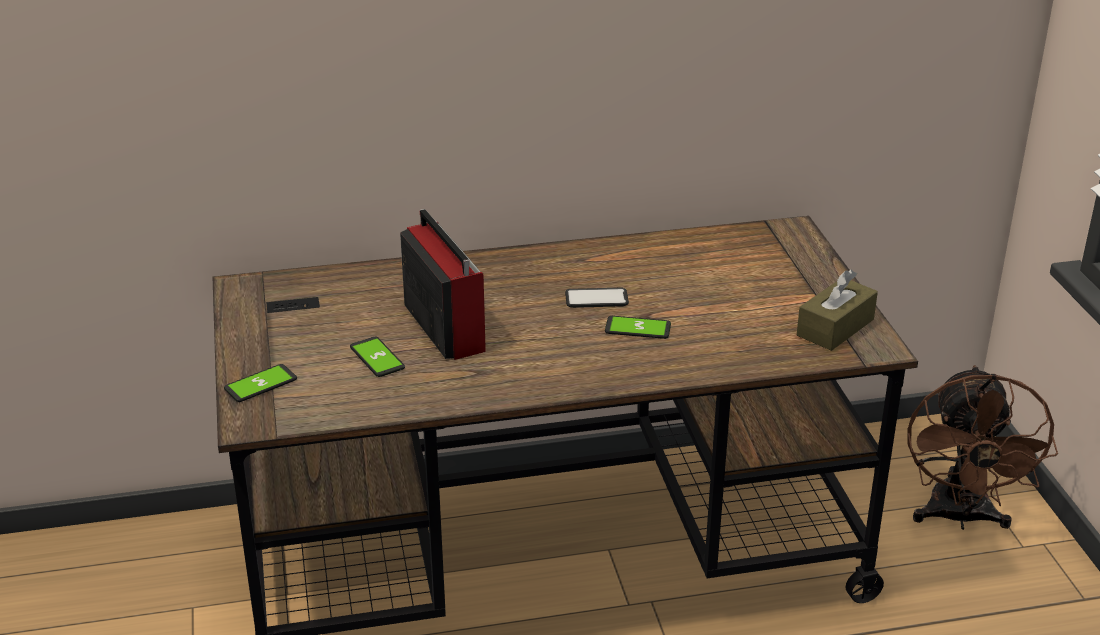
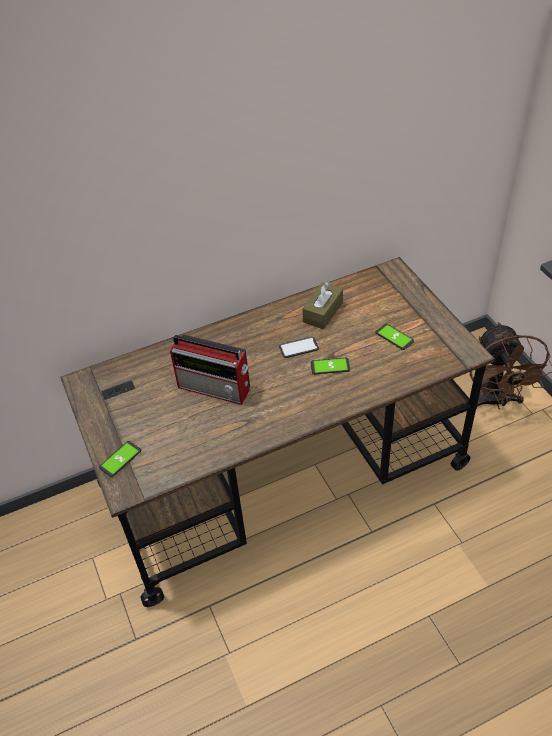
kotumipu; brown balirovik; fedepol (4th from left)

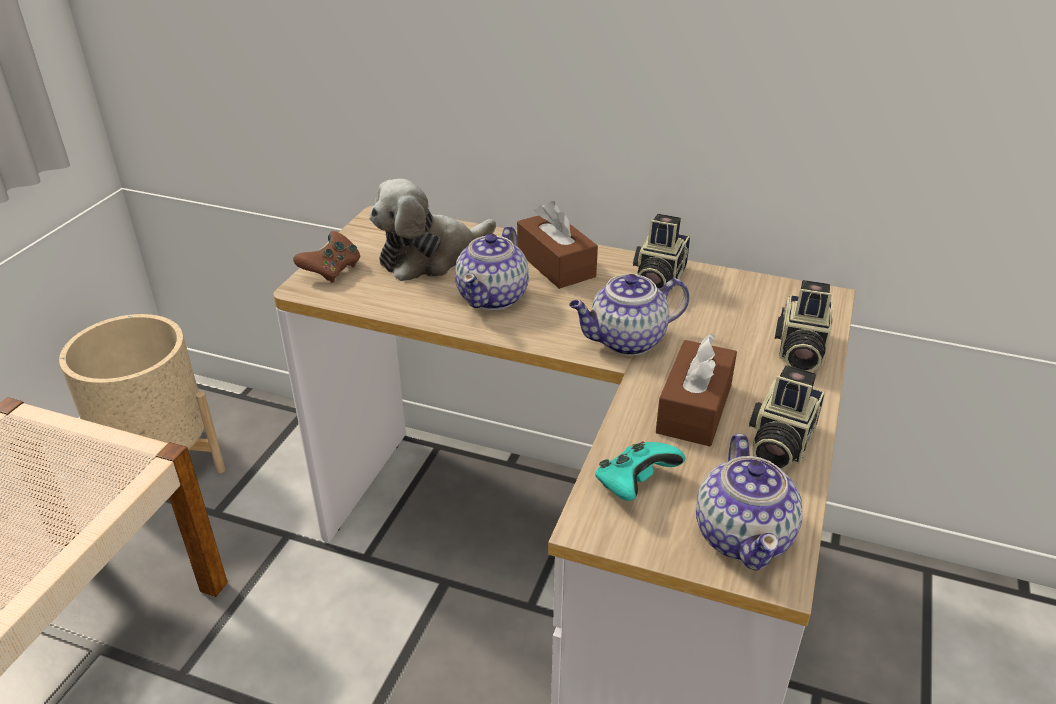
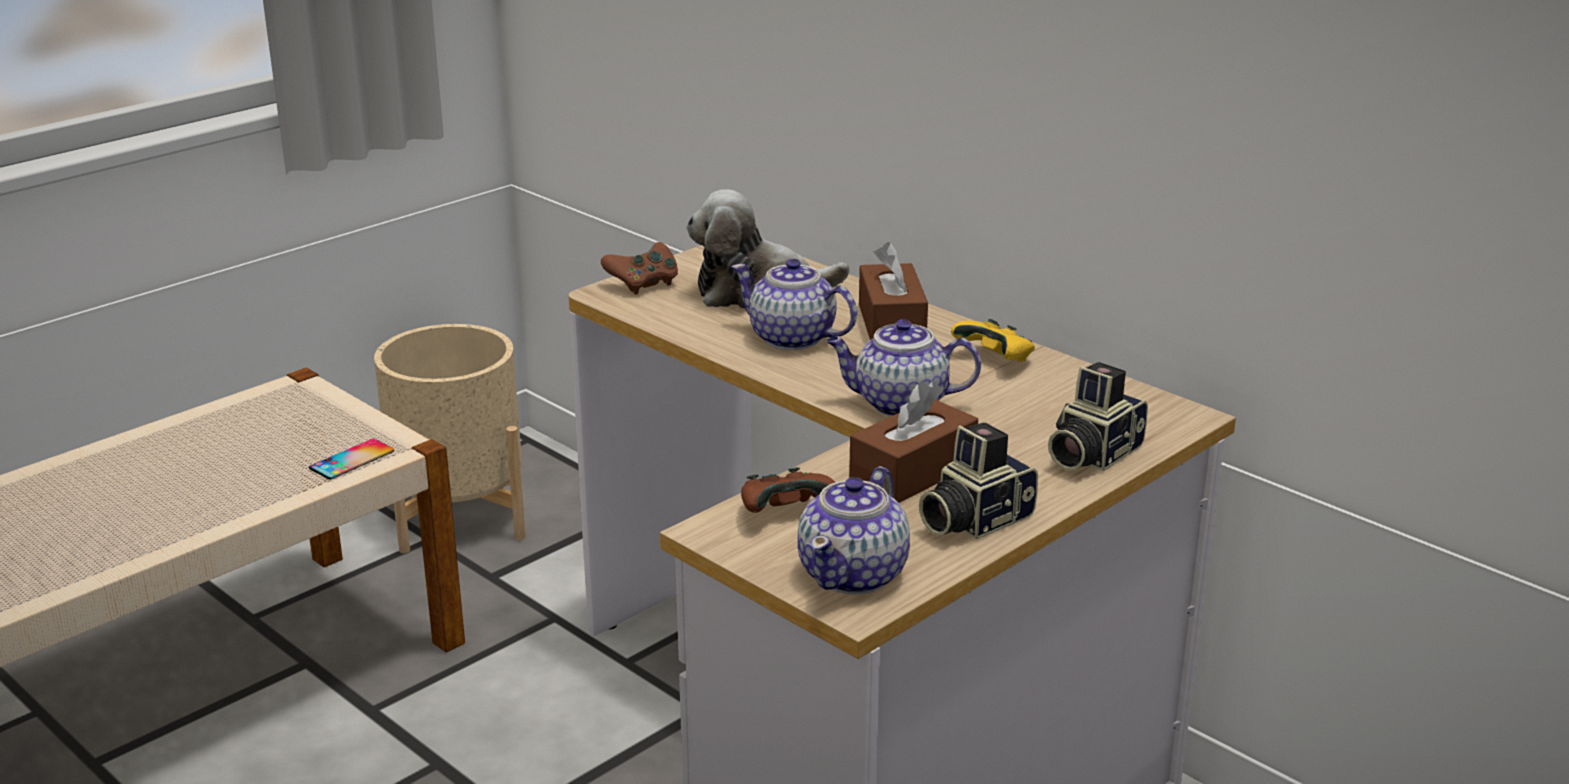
fedepol; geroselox (1st from left); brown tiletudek (2nd from left); yellow tiletudek

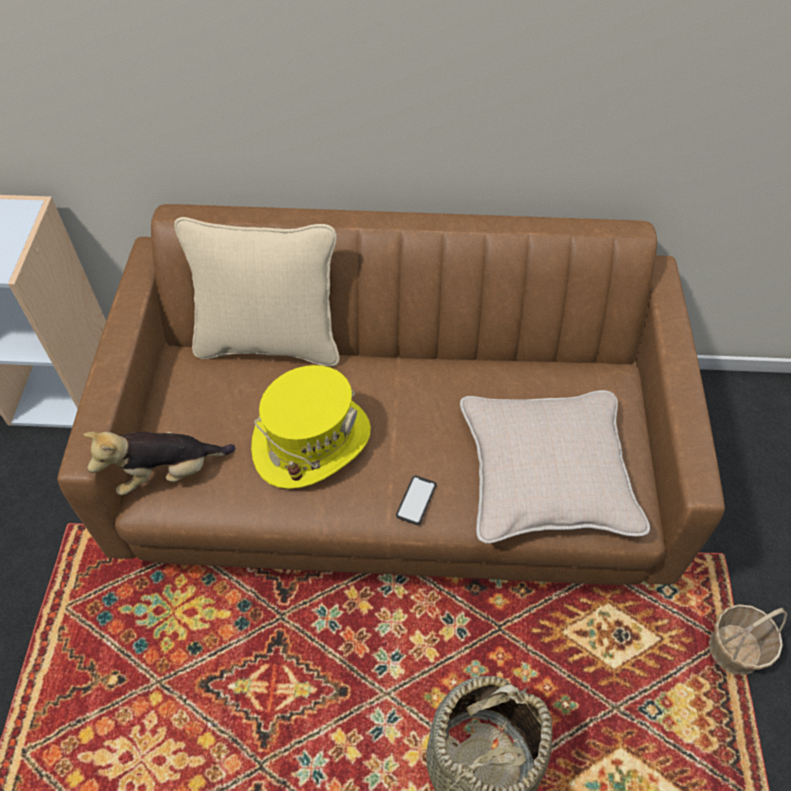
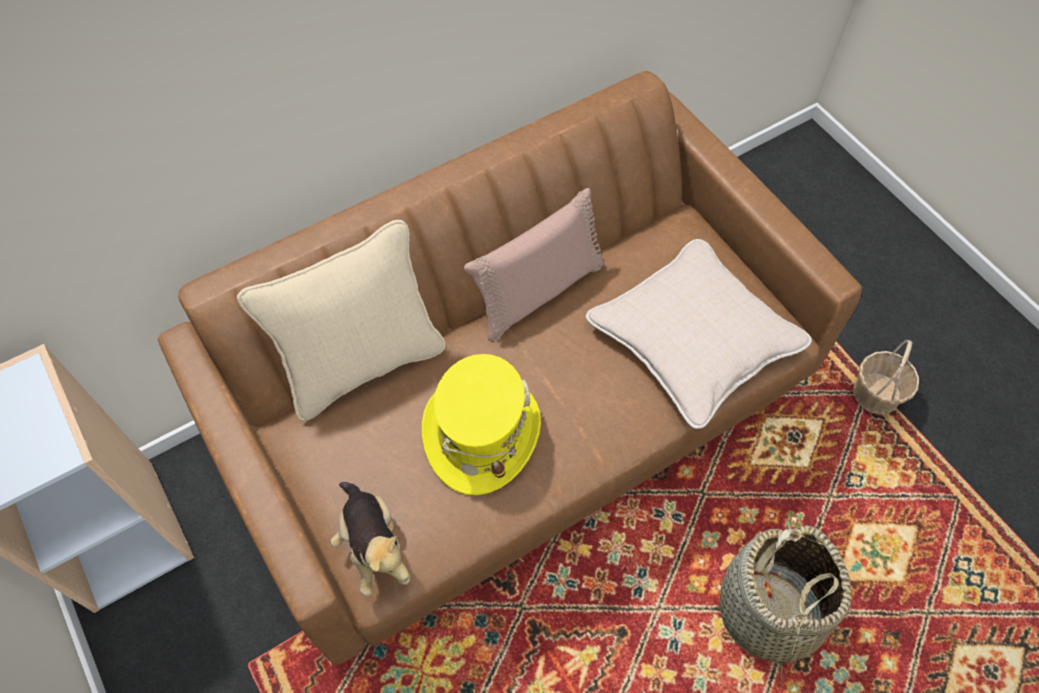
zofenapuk; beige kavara (2nd from left); fedepol

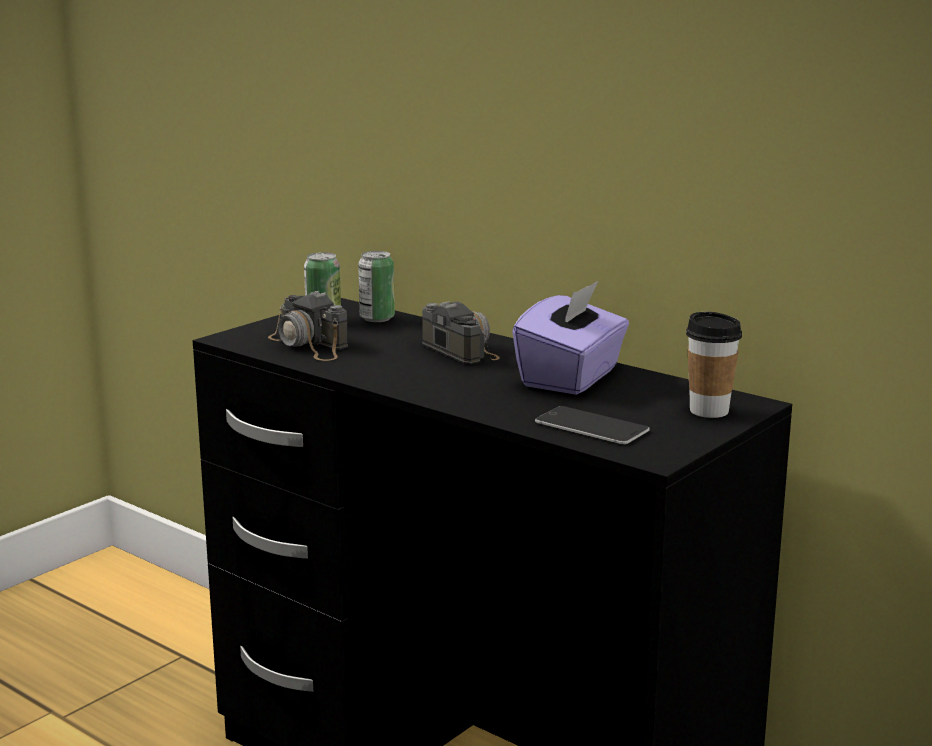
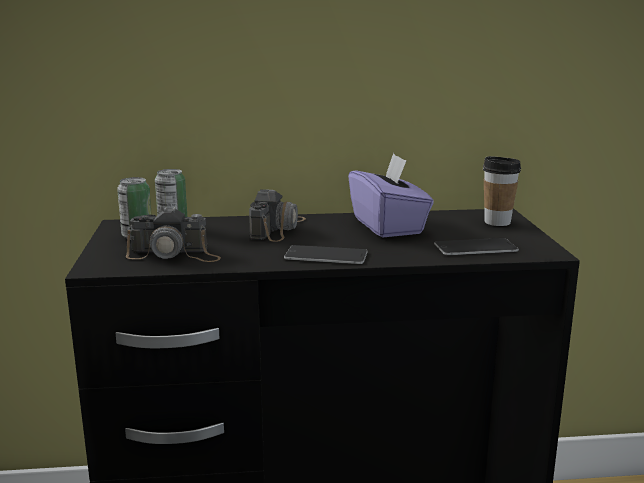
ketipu (2nd from left); fedepol (1st from left)

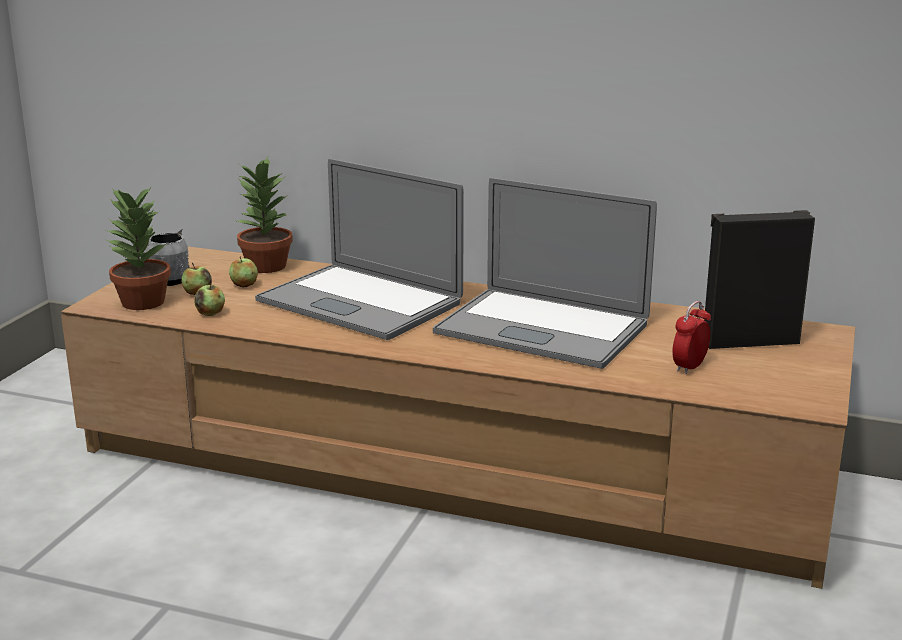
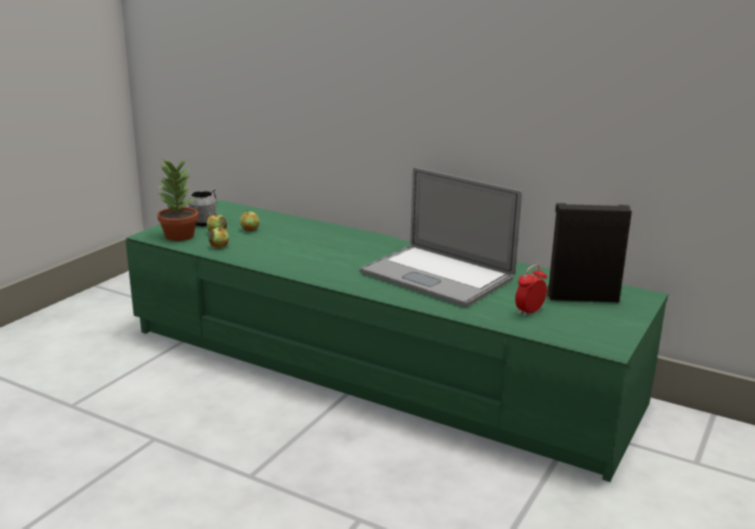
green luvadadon; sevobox (2nd from left in the first image); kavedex (1st from left in the first image)

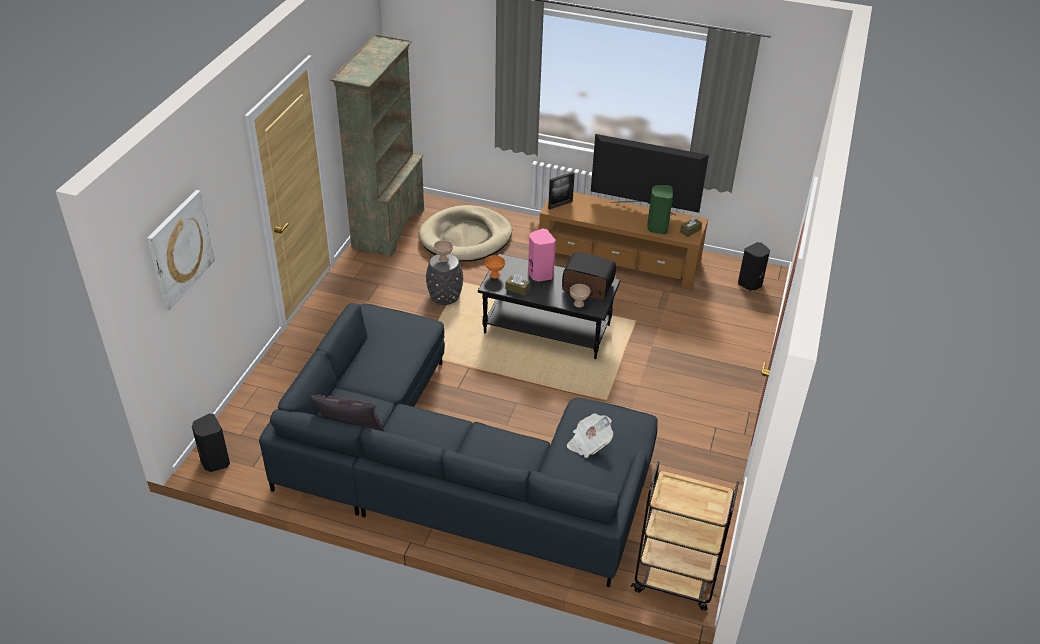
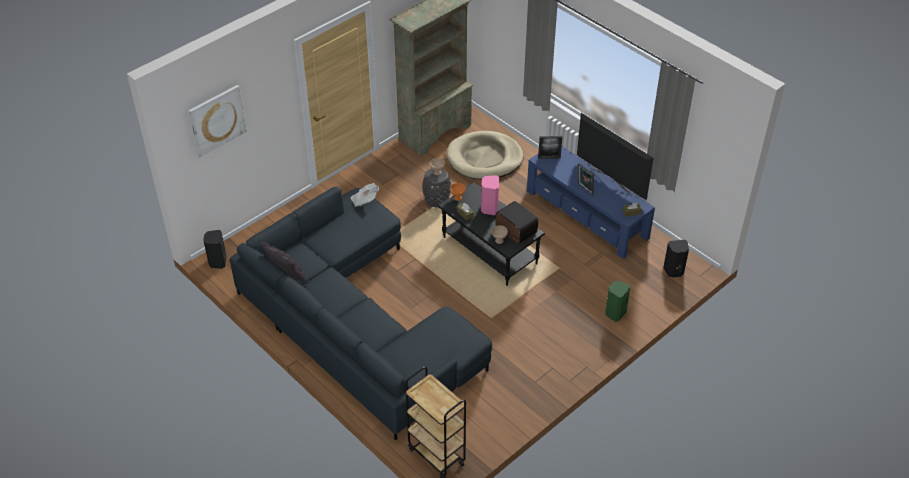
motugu; blue luvadadon; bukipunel (2nd from left); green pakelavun

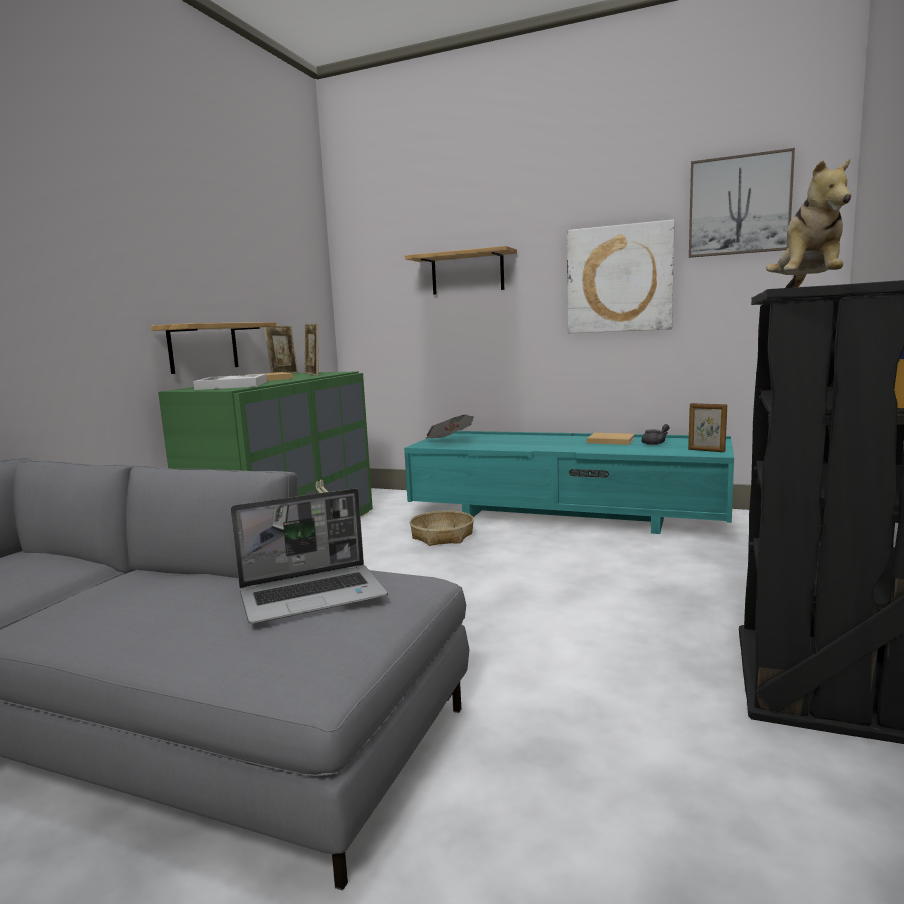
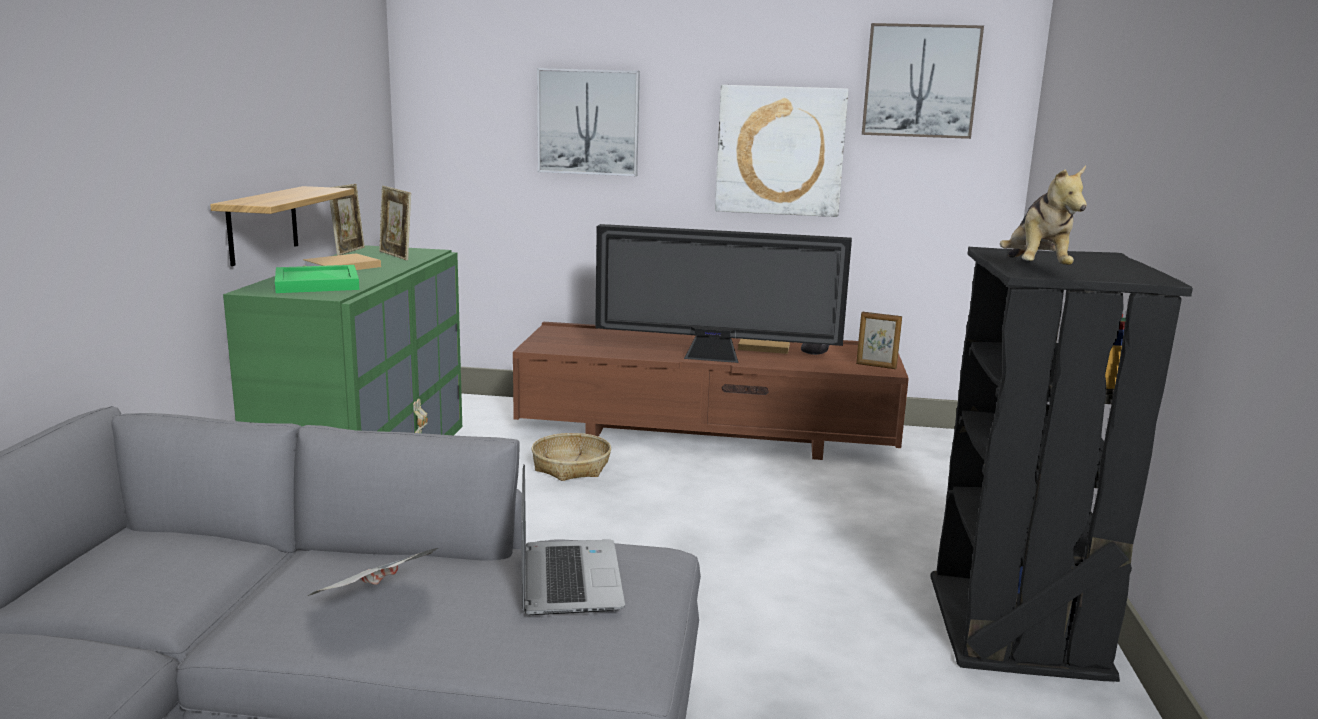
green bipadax; motugu; brown luvadadon; kavedex; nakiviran (1st from left); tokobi

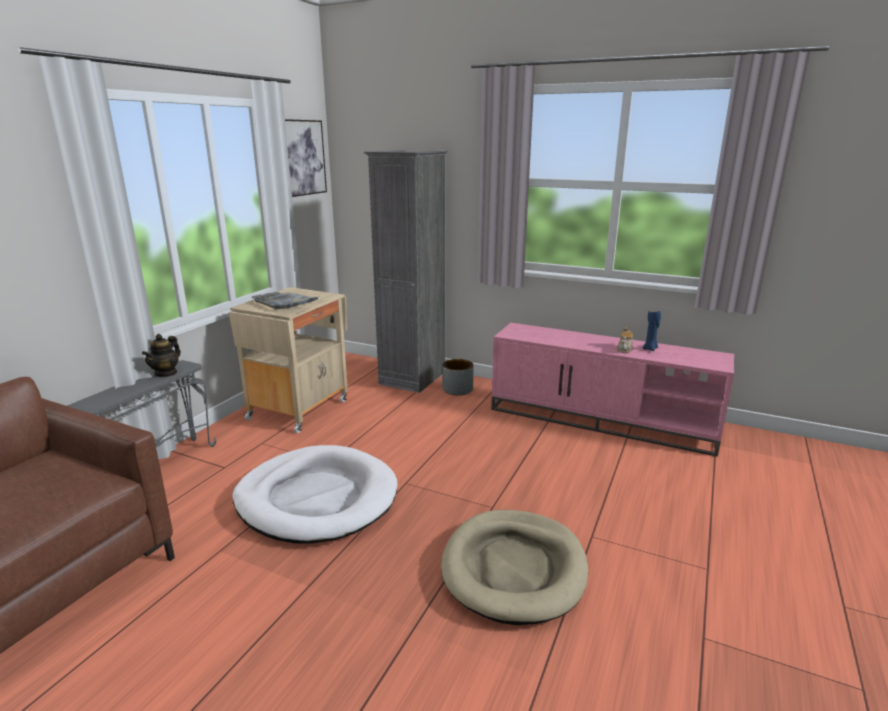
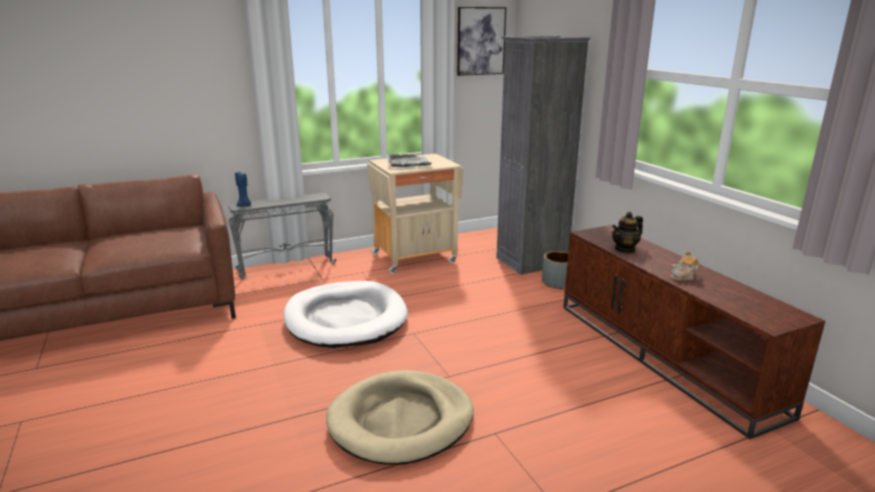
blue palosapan; brown luvadadon; geroselox (1st from left)

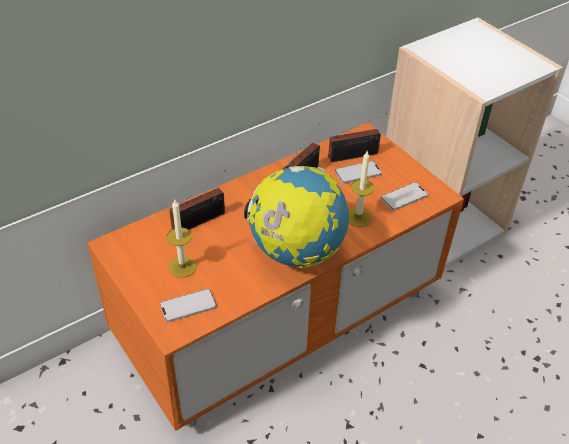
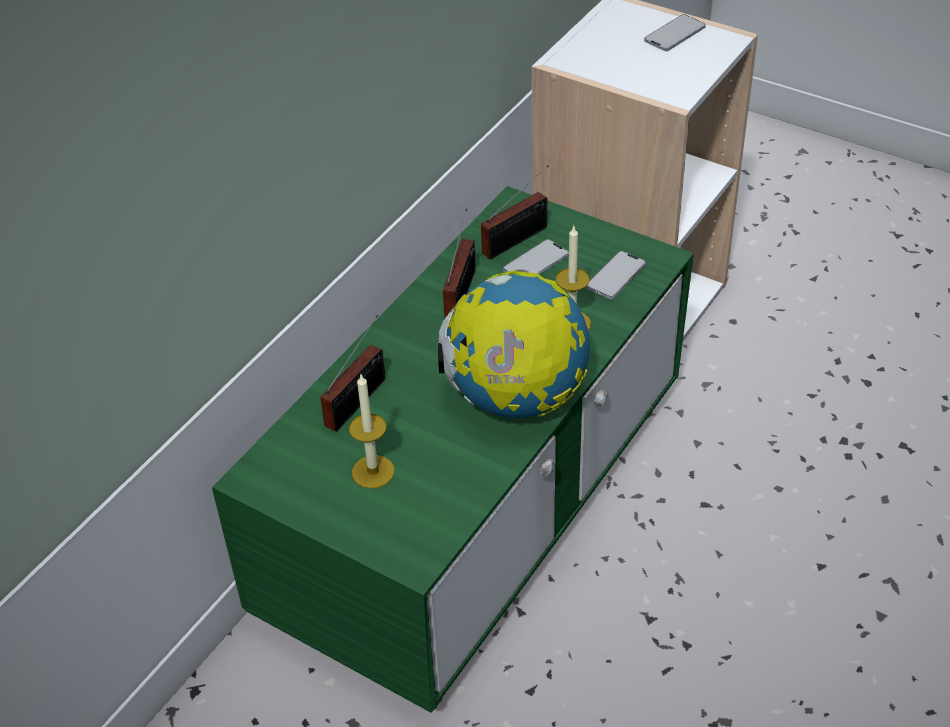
green luvadadon; fedepol (3rd from left)

